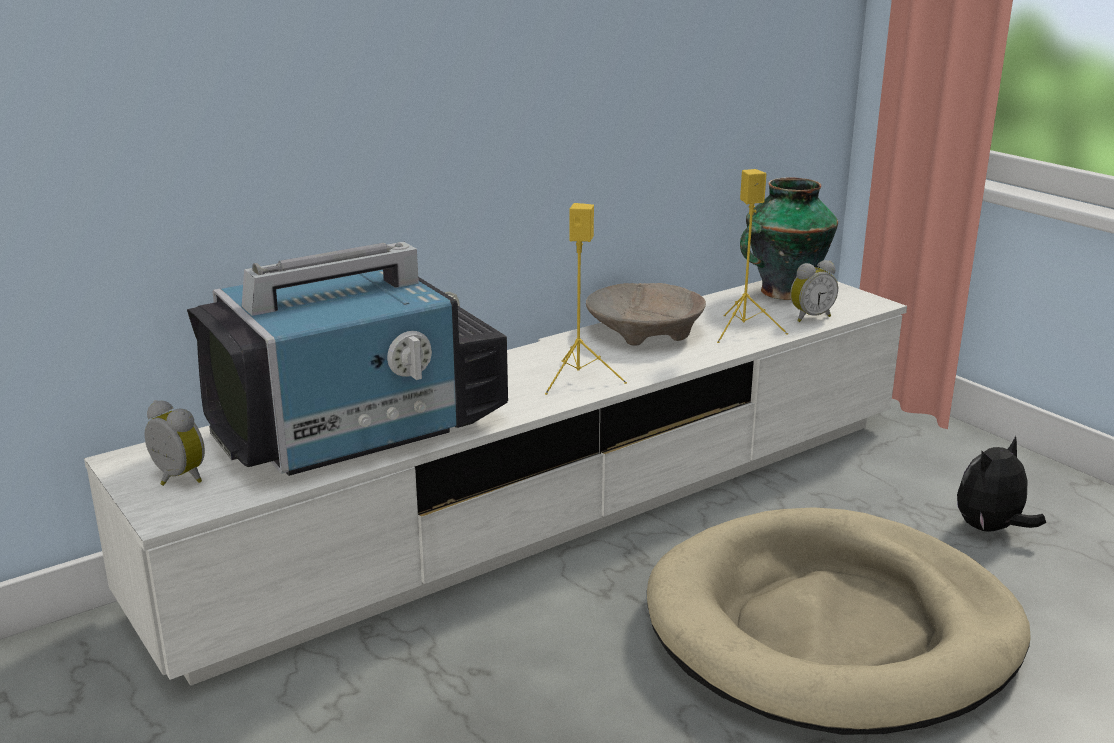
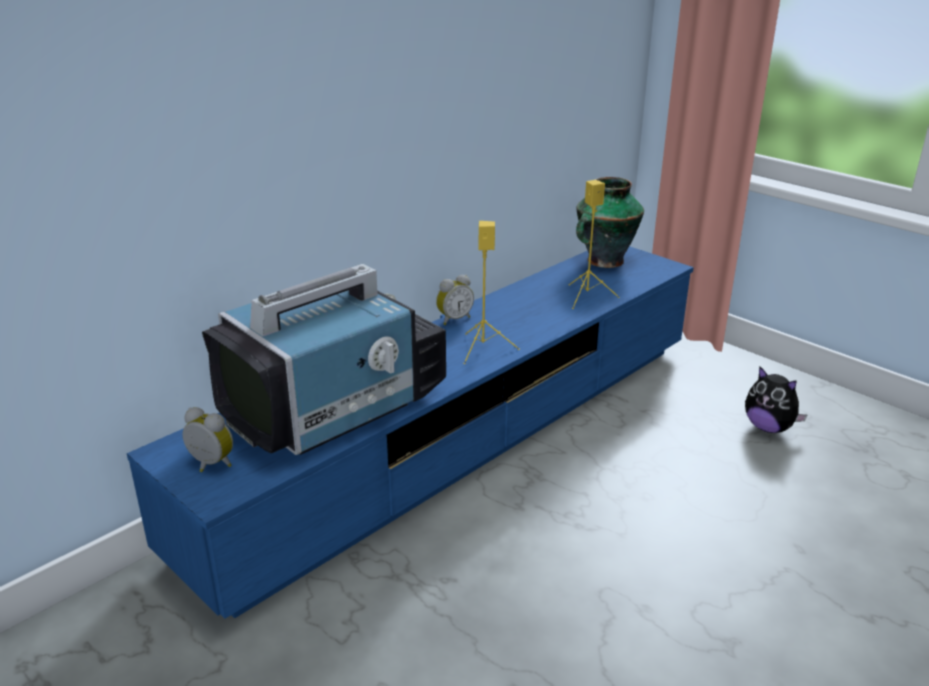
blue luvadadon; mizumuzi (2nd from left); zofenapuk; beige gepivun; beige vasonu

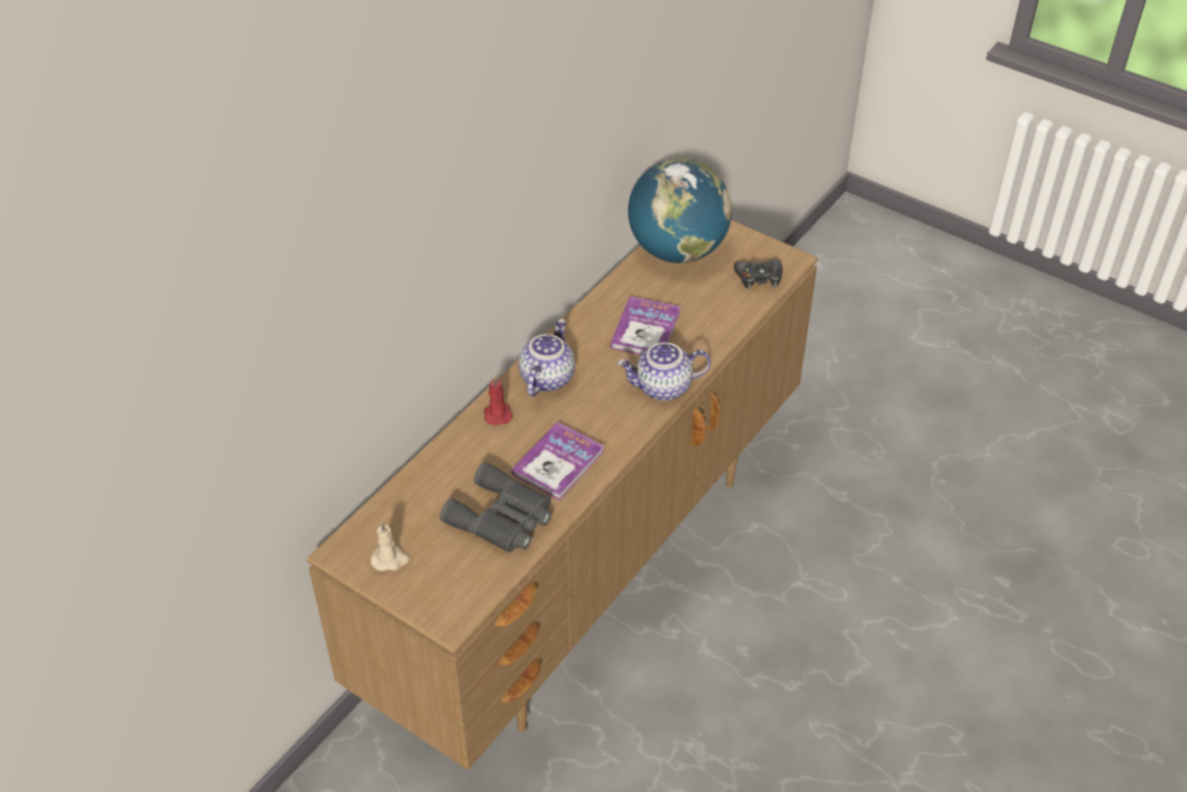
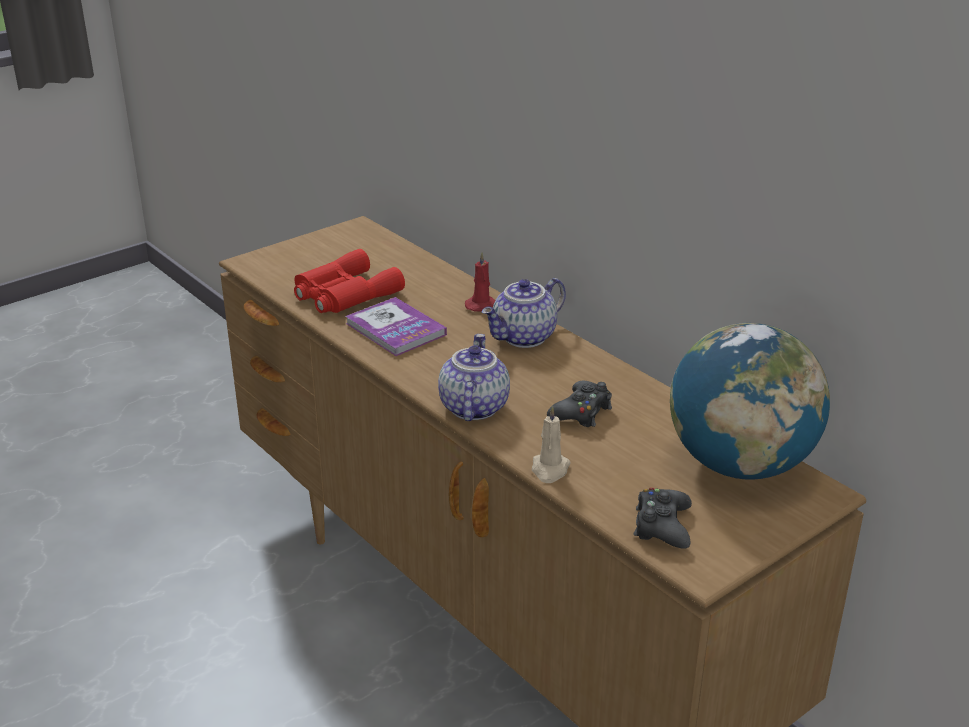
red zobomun; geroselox (2nd from left); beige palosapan; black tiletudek (1st from left)

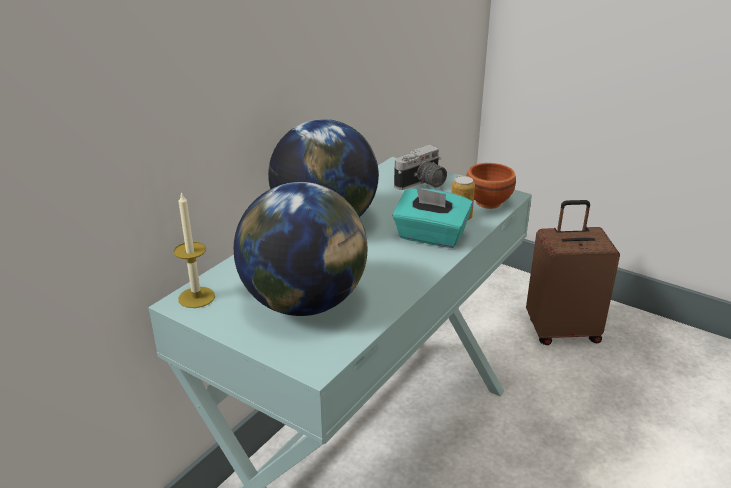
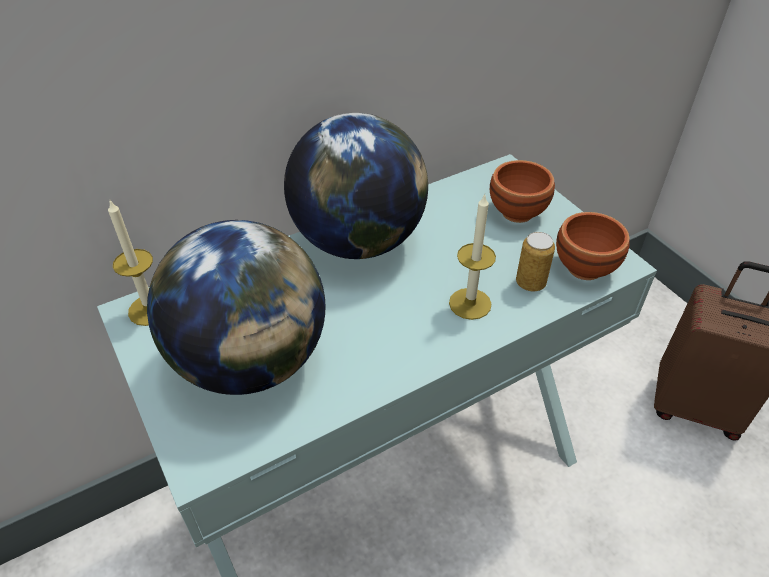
palosapan (2nd from left); brown gepivun (1st from left)

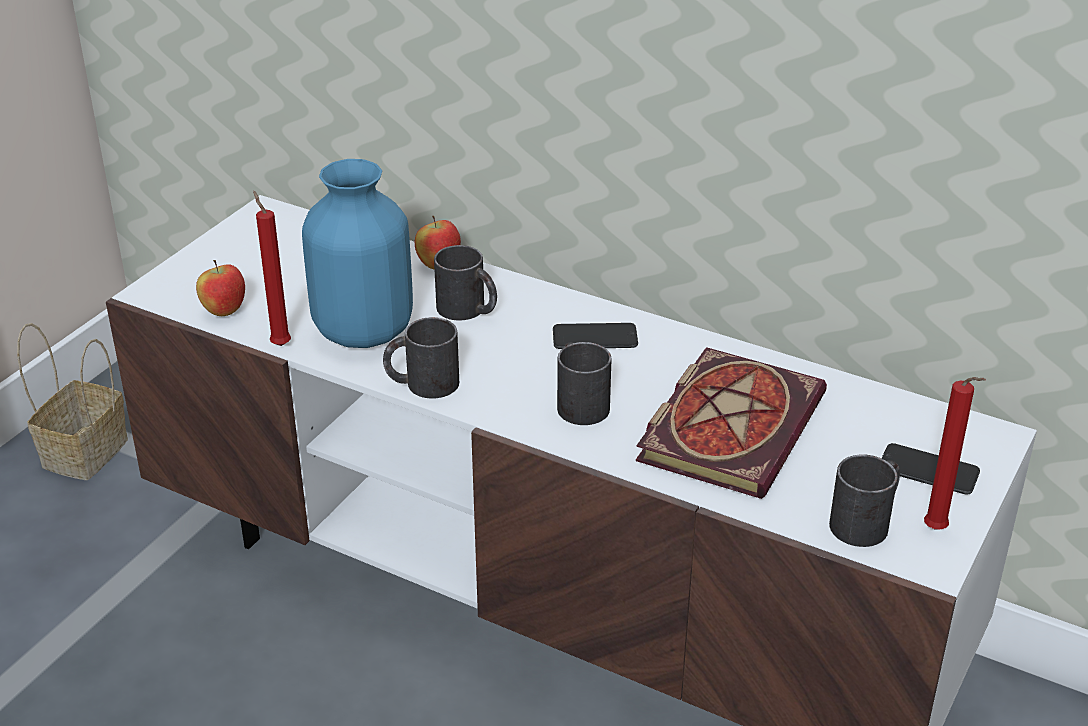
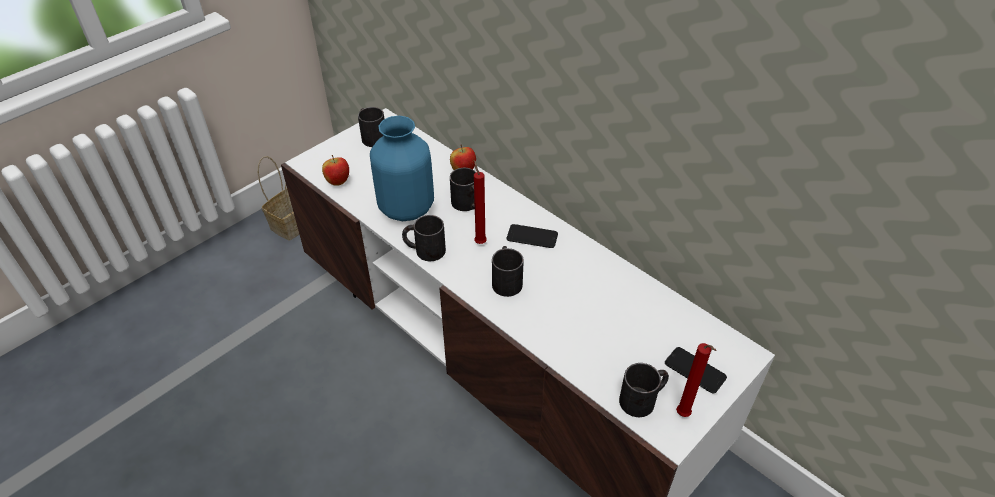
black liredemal (1st from left); red palosapan (1st from left); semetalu

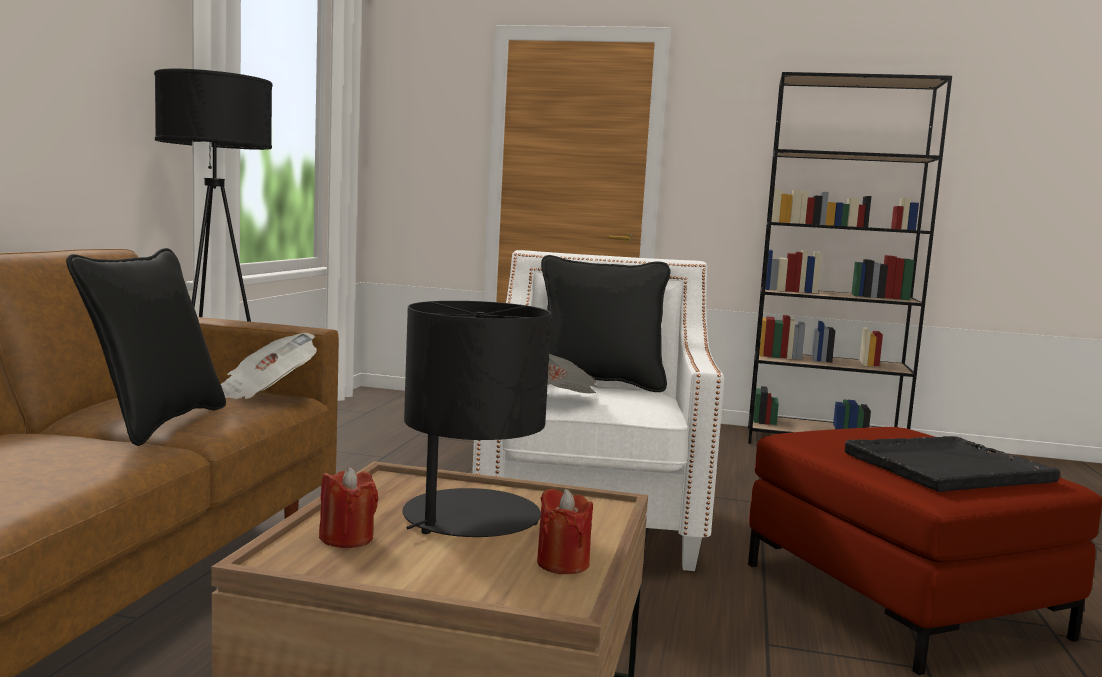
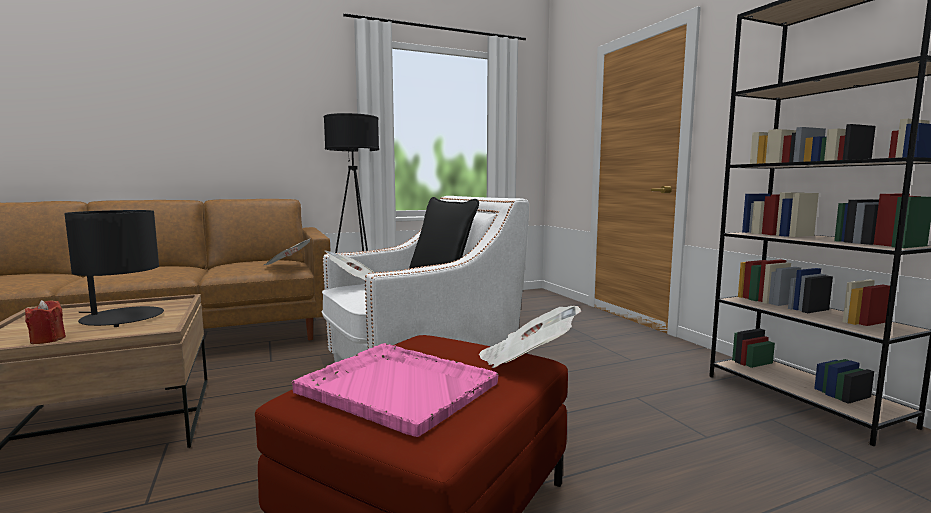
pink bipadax; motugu (3rd from left); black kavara (1st from left in the first image); red palosapan (1st from left in the first image)

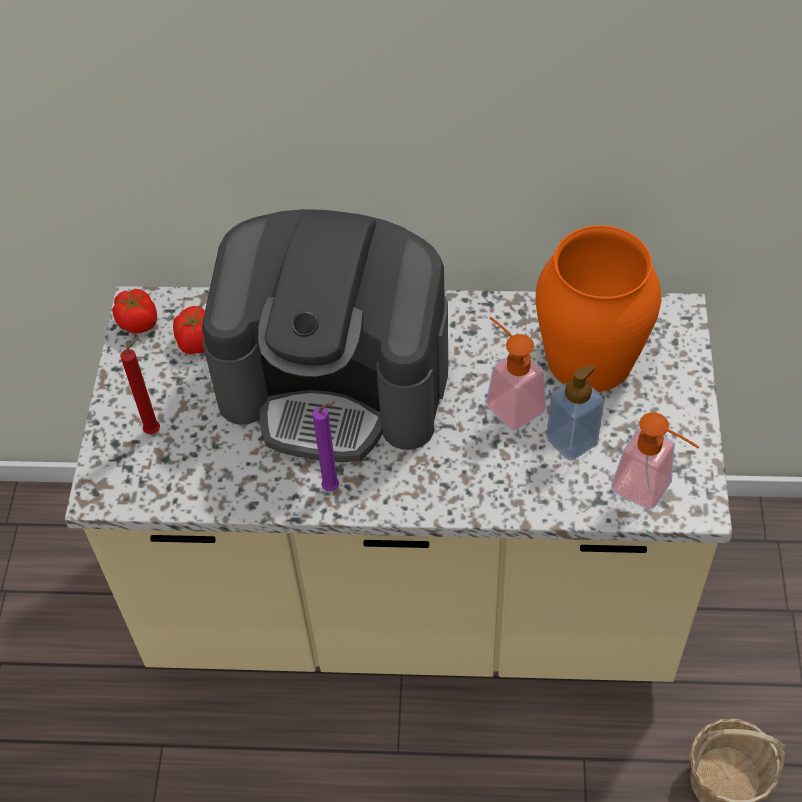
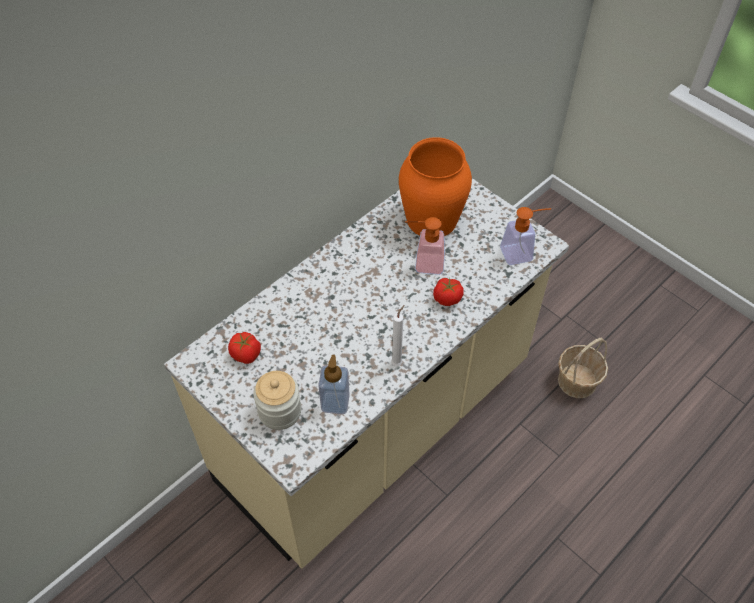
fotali; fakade (1st from left); white palosapan; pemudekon (2nd from left); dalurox

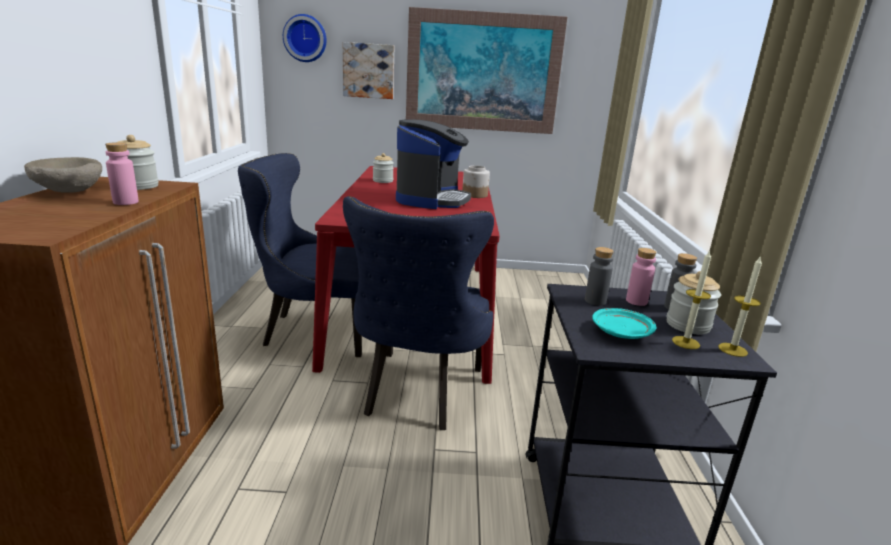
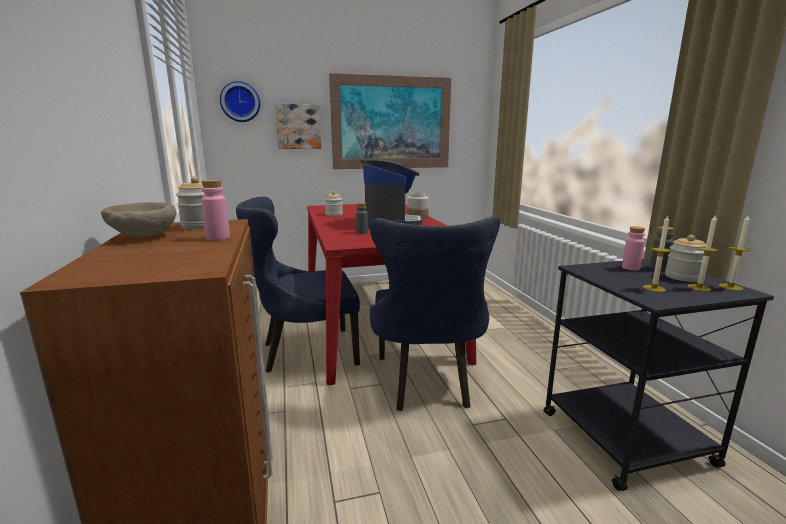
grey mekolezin (1st from left); palosapan (1st from left)

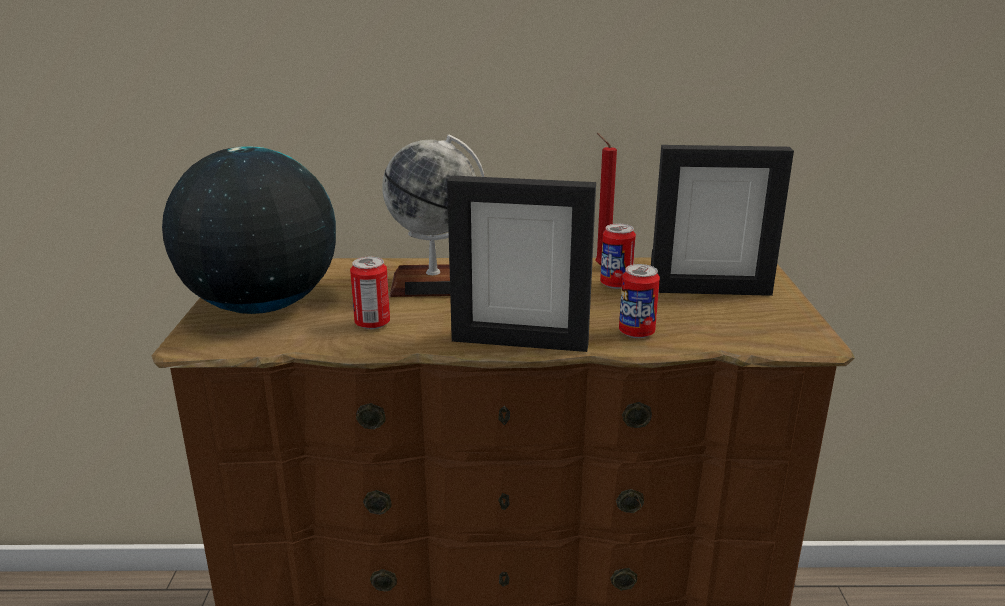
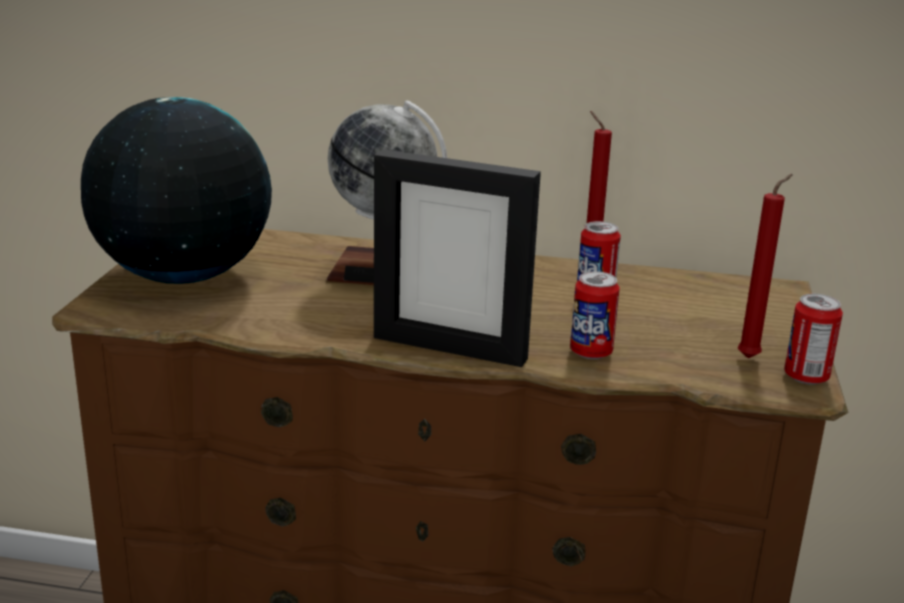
red palosapan (2nd from left); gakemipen (3rd from left); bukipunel (2nd from left in the first image)

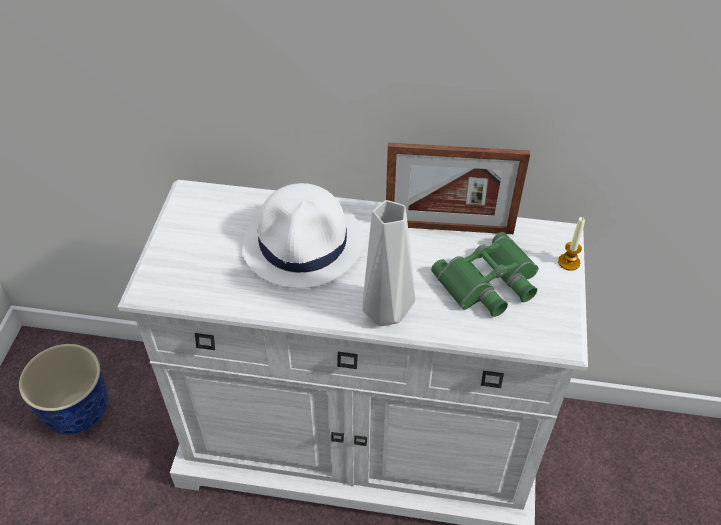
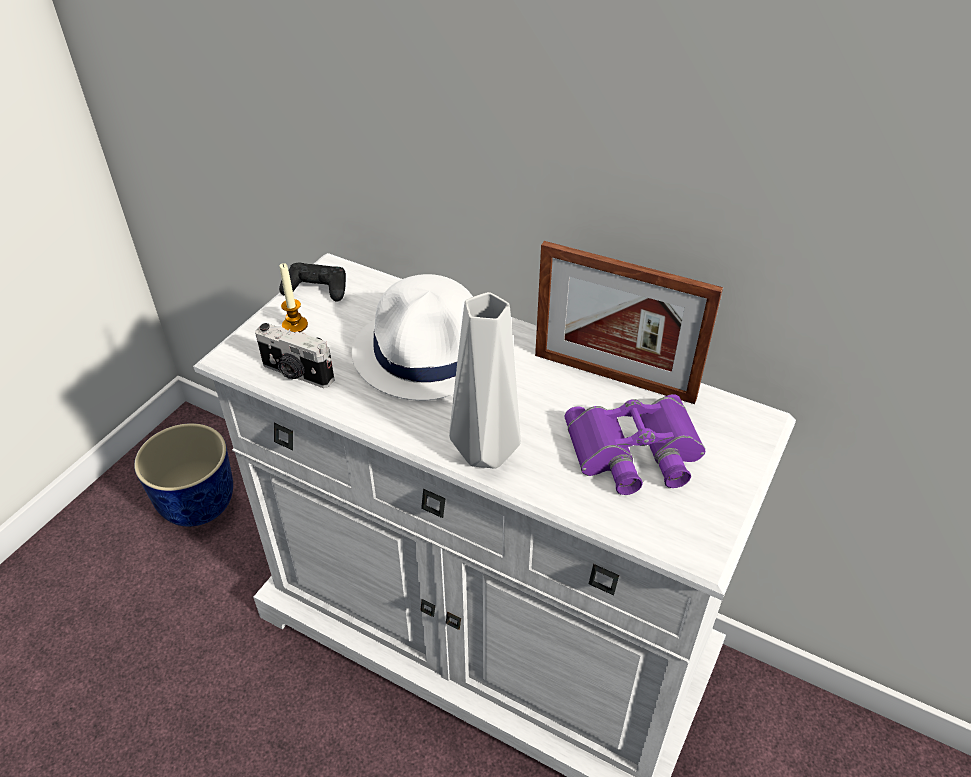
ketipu; black tiletudek; palosapan; purple zobomun

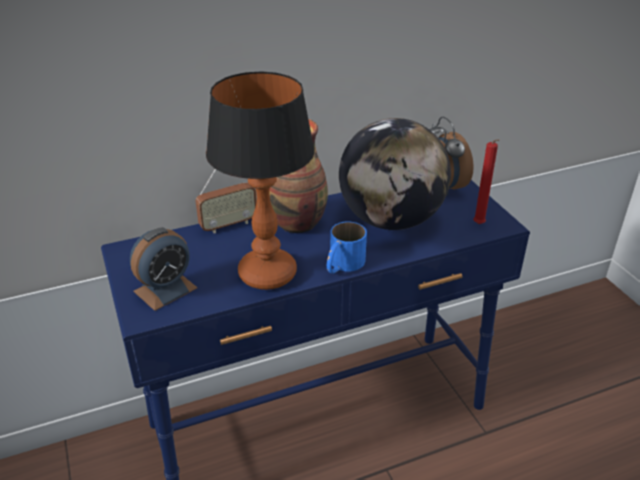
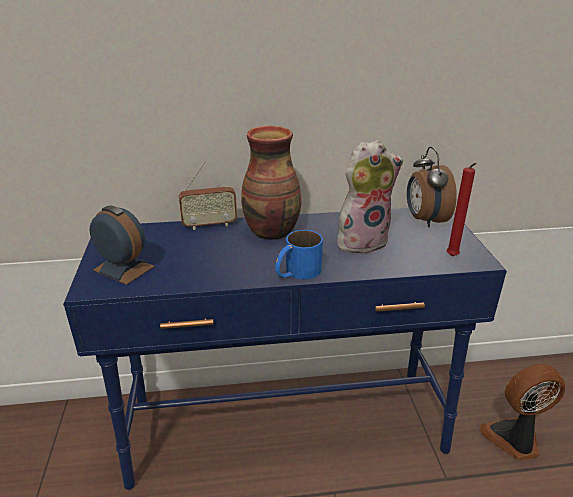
mizumuzi (1st from left); zofenapuk; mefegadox; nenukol

